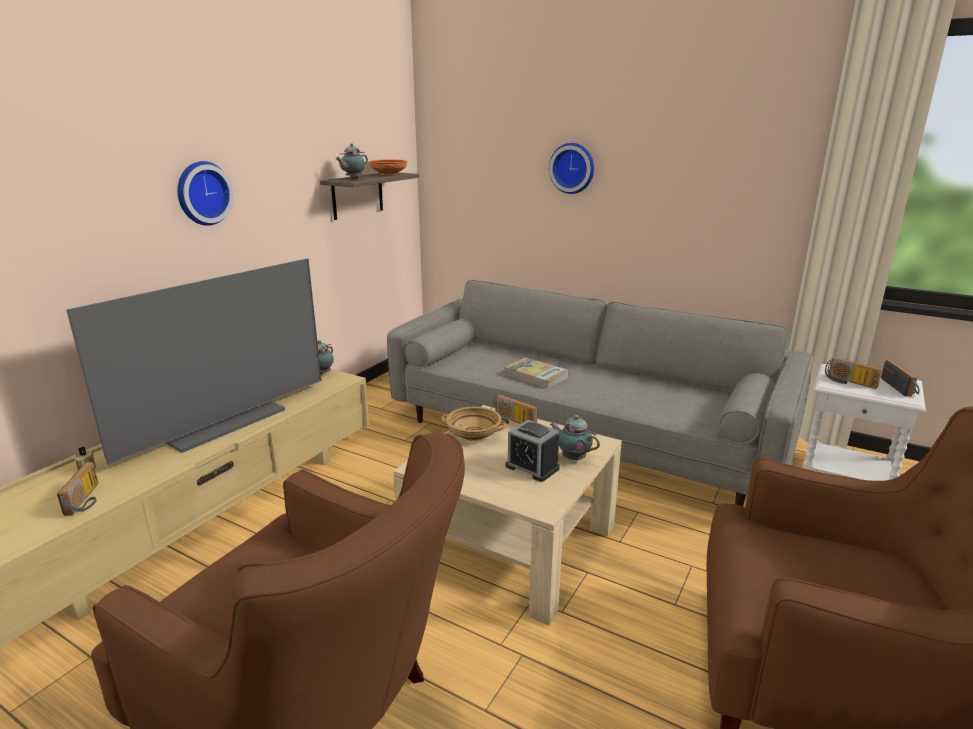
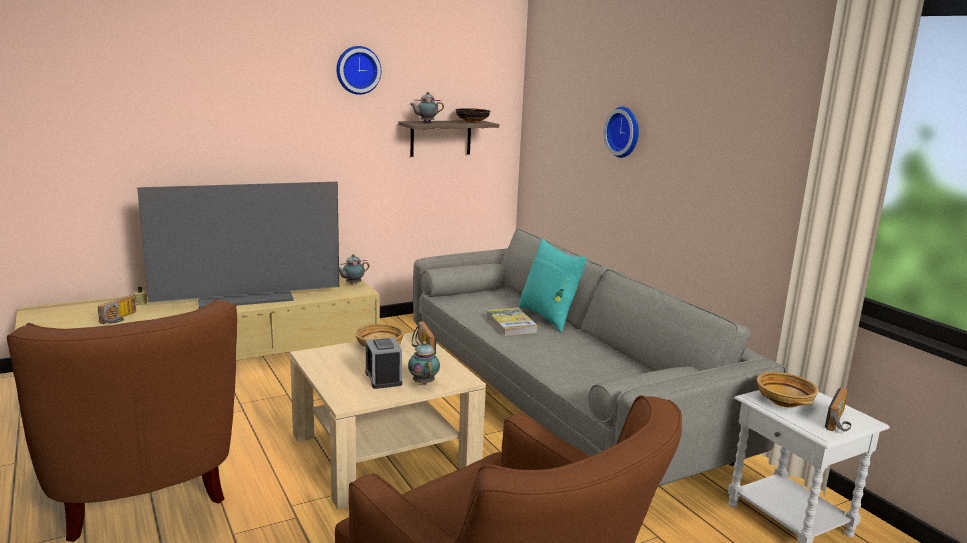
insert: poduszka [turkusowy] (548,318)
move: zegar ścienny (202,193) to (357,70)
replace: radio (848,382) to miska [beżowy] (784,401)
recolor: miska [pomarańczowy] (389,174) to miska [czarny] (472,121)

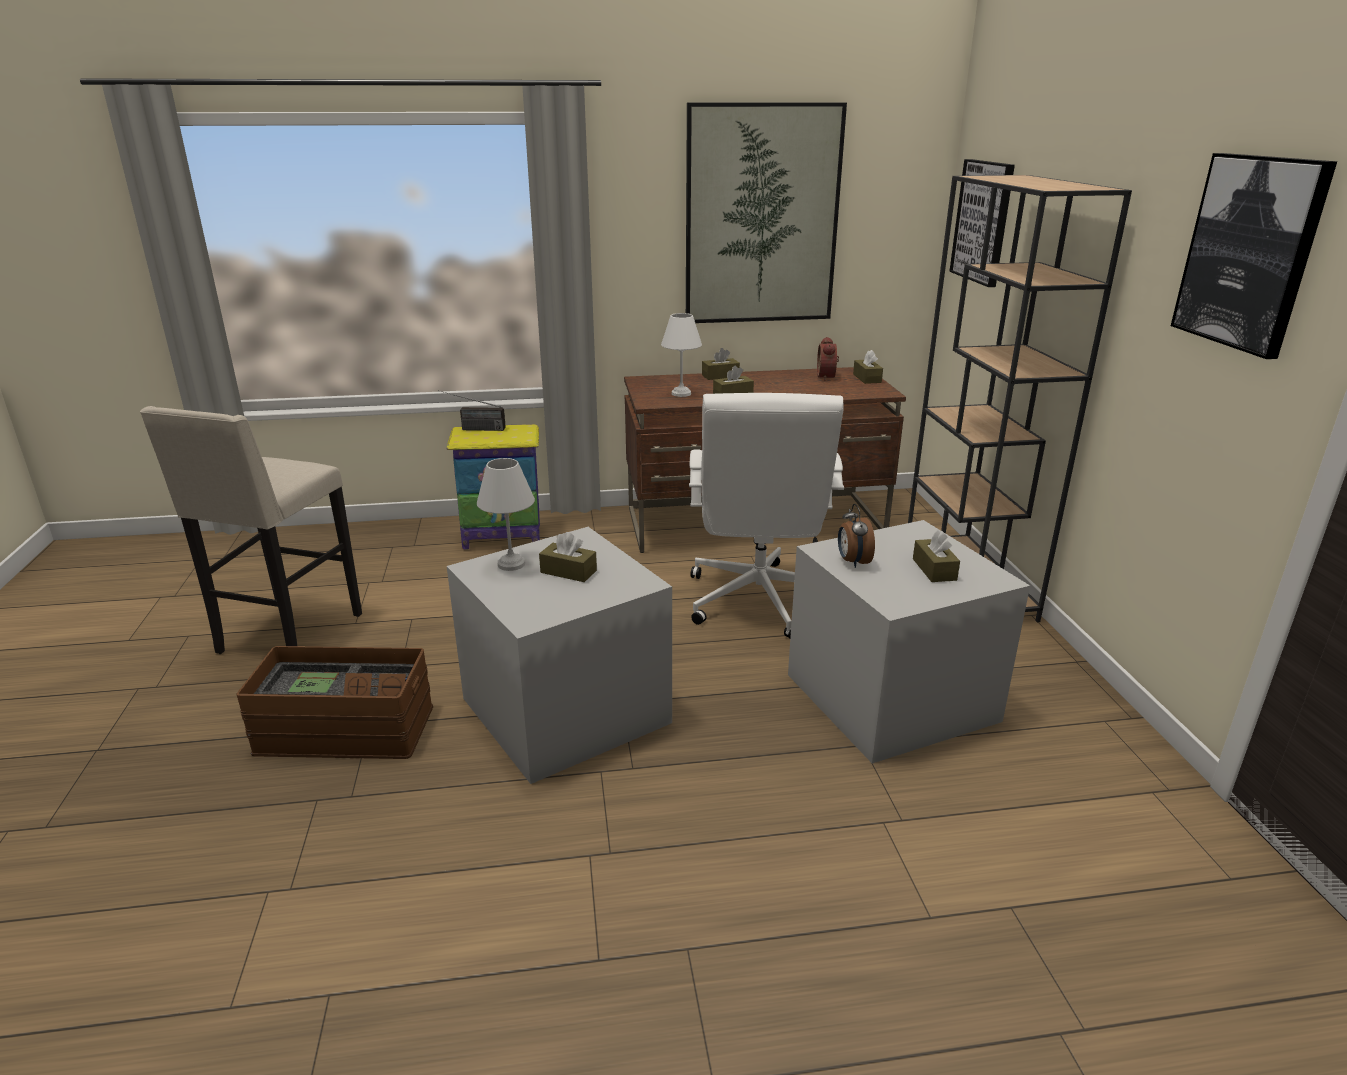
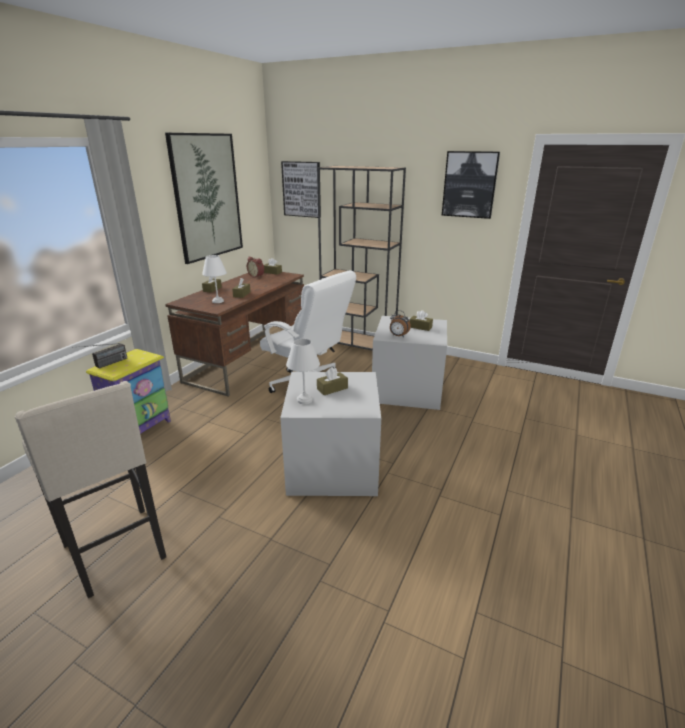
delete: pojemnik do przechowywania [brązowy] (346,728)

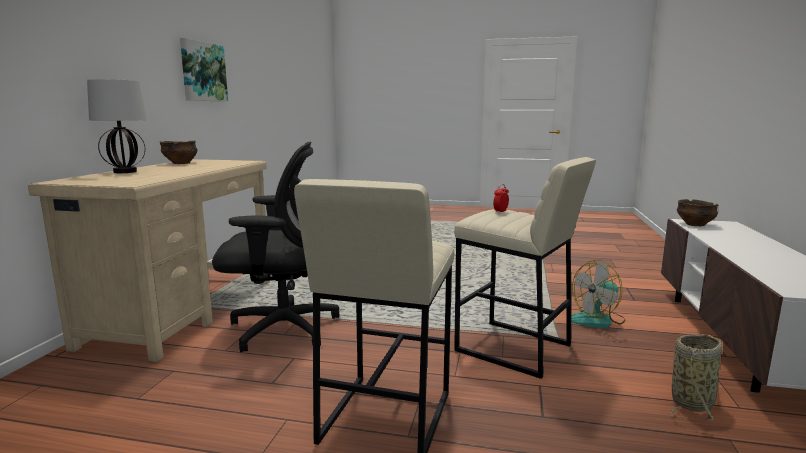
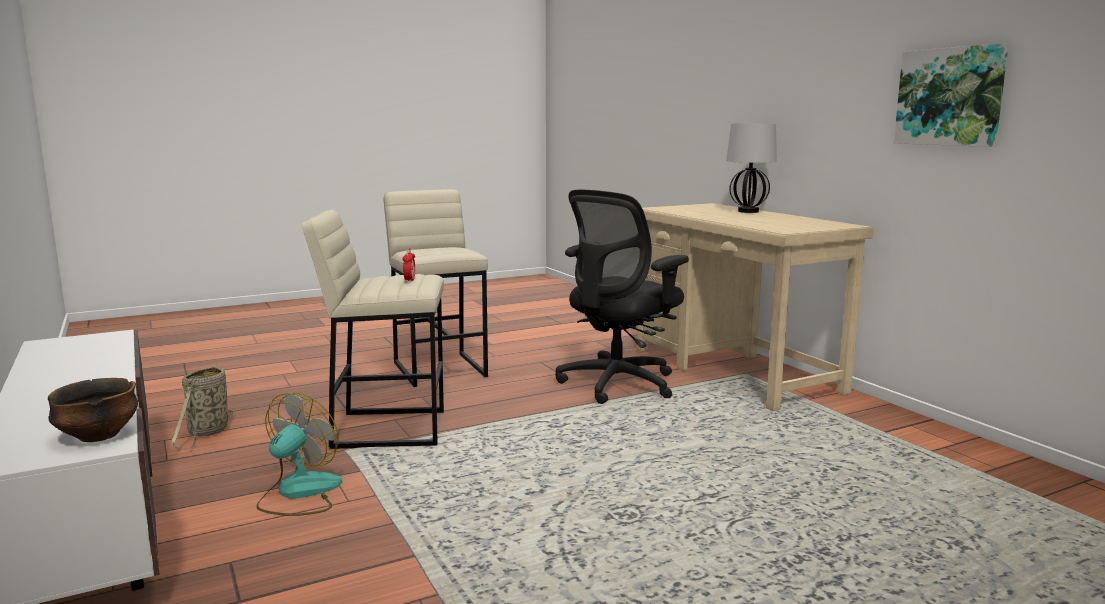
delete: miska (181,163)

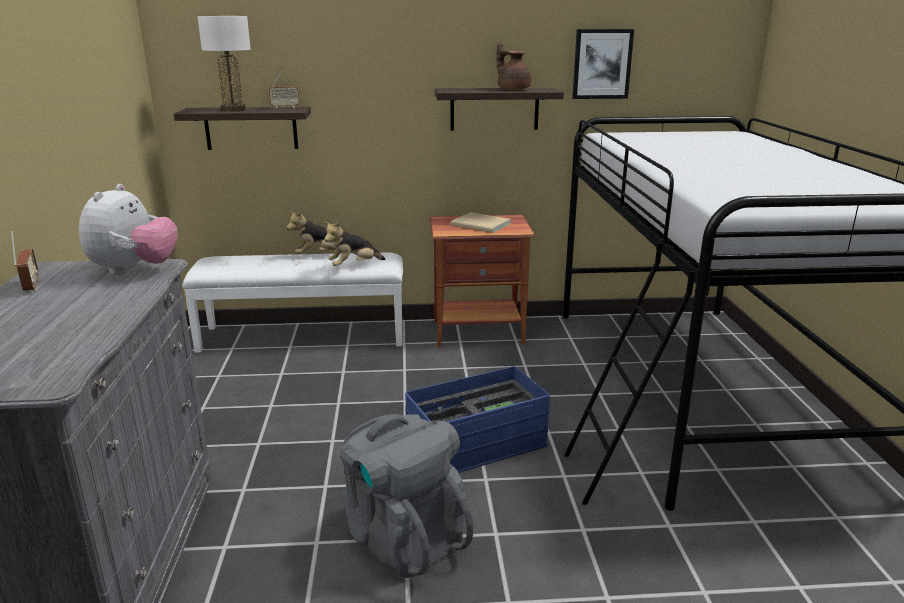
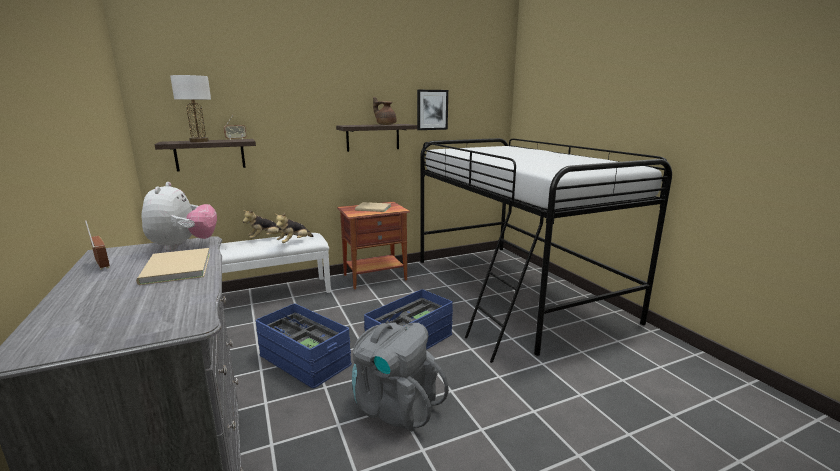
insert: książka [beżowy] (174,269); pojemnik do przechowywania [niebieski] (303,359)

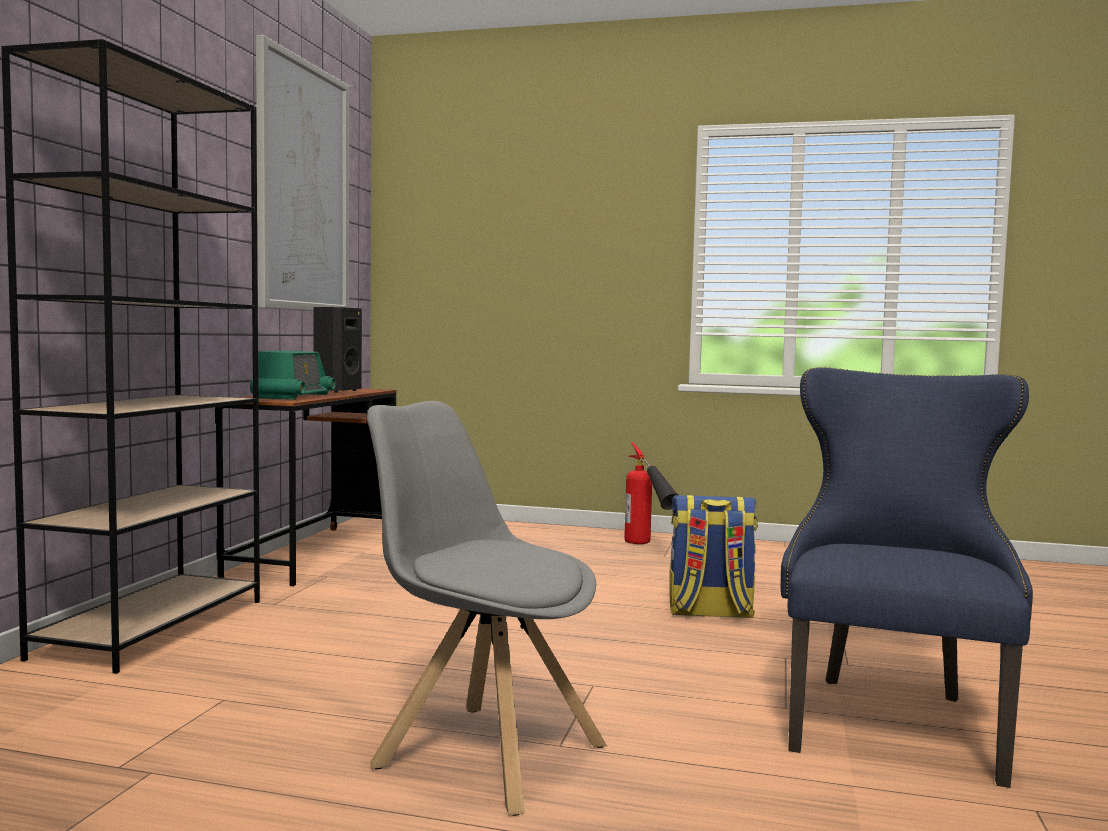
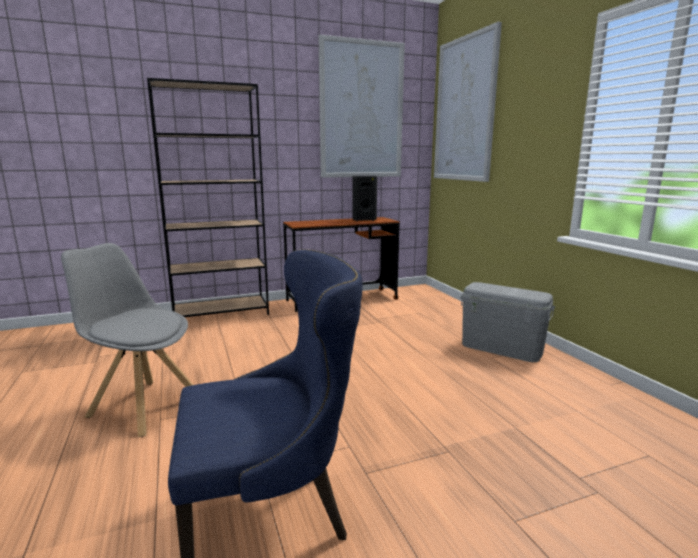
delete: radio (293,396); plecak (709,612)
insert: obraz (465,110)
replace: gaśnica (648,547) to pojemnik do przechowywania [szary] (502,348)
rotate: krzesło [szary] (481,752) = (142,405) 60 degrees counterclockwise

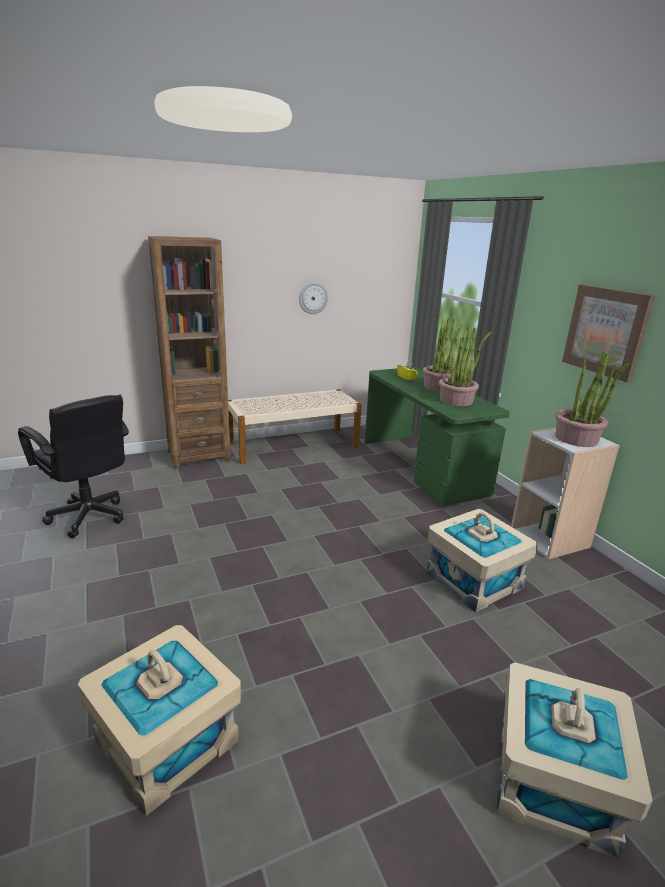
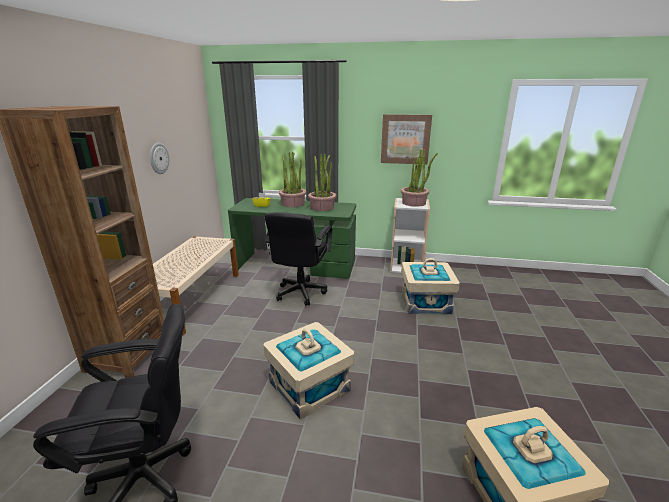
insert: krzesło biurowe [czarny] (300,295)
move: pojemnik do przechowywania [beżowy] (554,783) to (310,386)

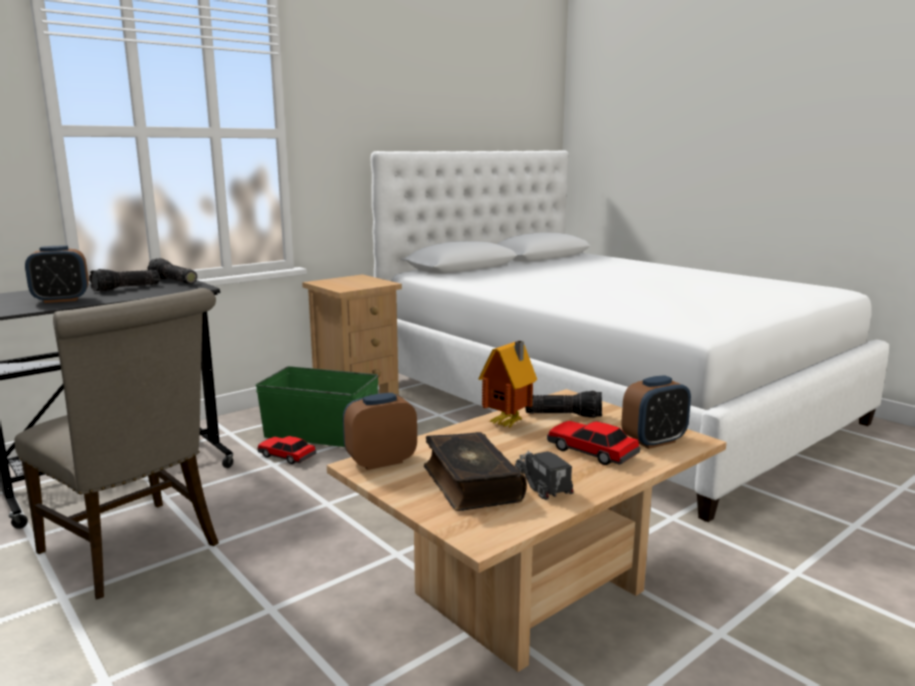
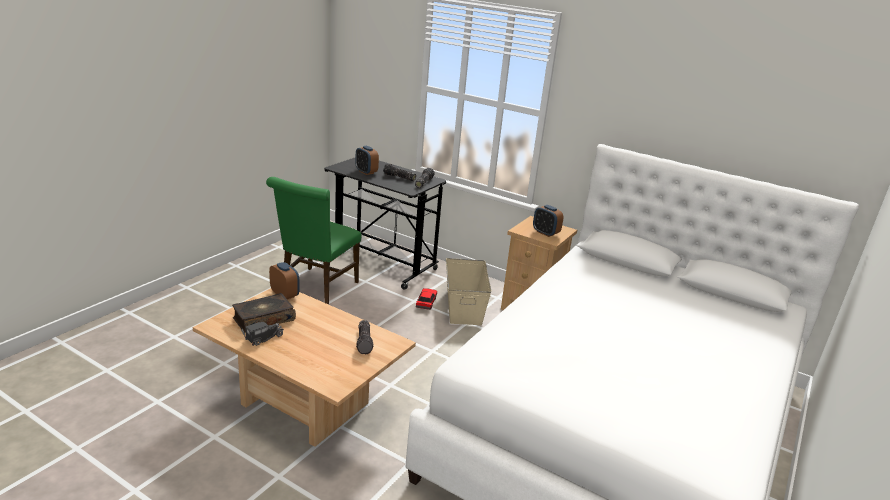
delete: domek (509,424); samochodzik (590,451)
move: budzik (654,441) to (545,233)
recolor: krzesło [beżowy] (136,550) to krzesło [zielony] (316,288); pojemnik do przechowywania [zielony] (321,433) to pojemnik do przechowywania [beżowy] (464,306)

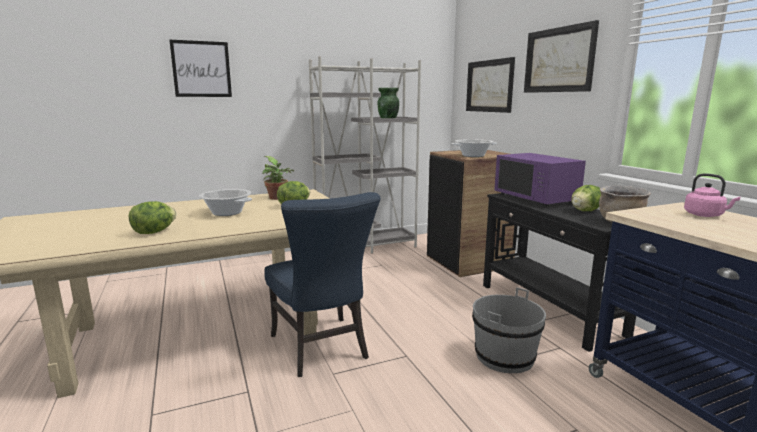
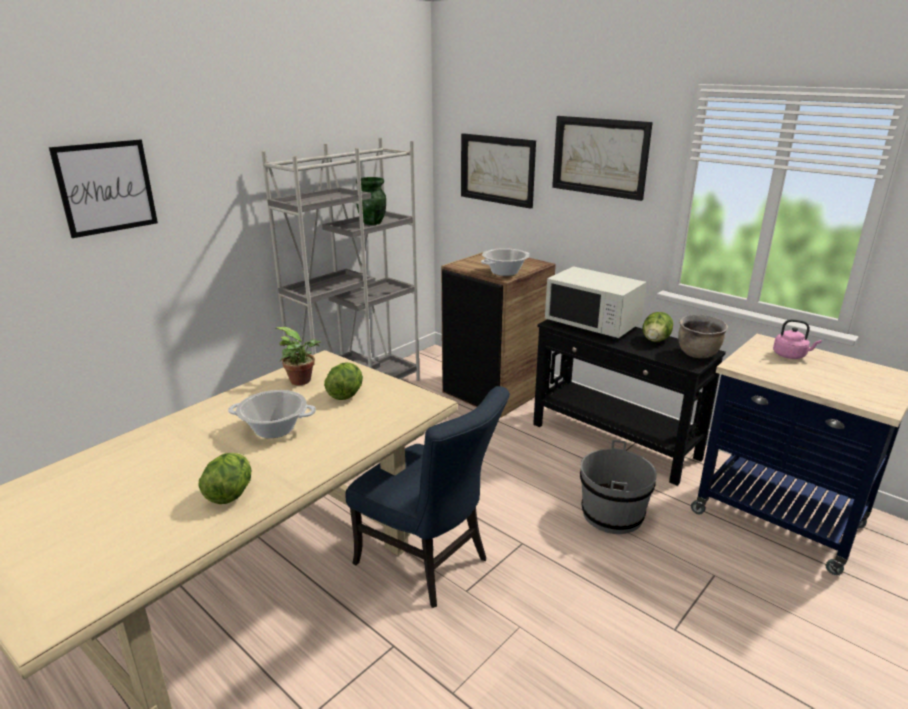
recolor: mikrofalówka [fioletowy] (535,198) to mikrofalówka [biały] (592,324)

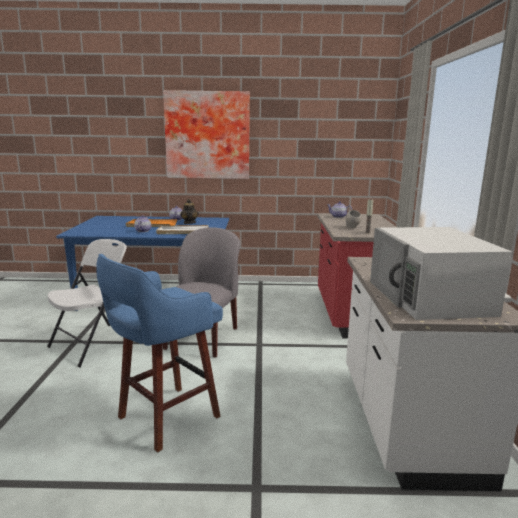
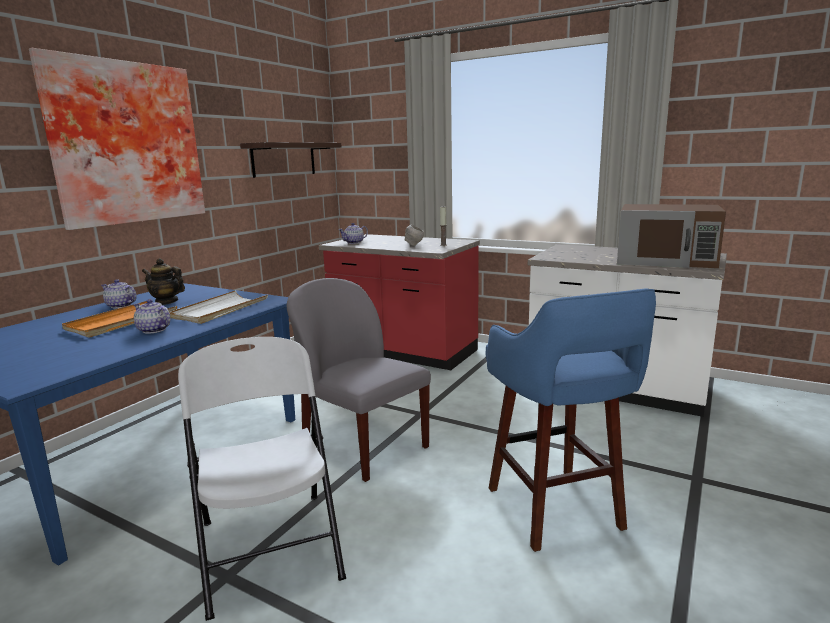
insert: półka (284,159)
recolor: mikrofalówka [biały] (429,297) to mikrofalówka [brązowy] (666,259)

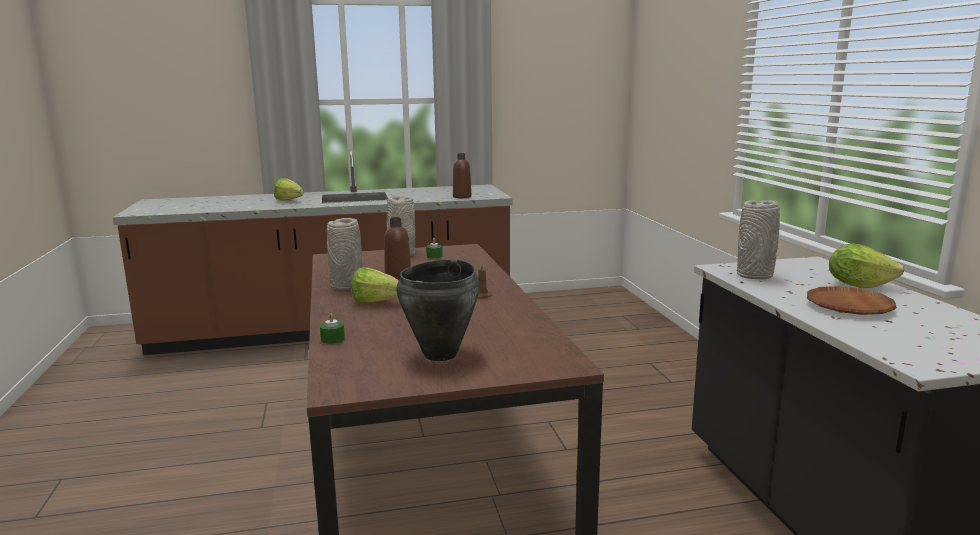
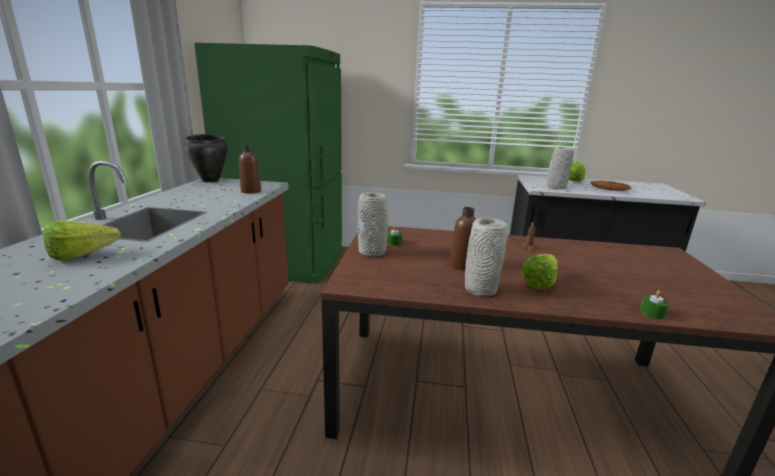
insert: lodówka [zielony] (288,260)
move: garnek [czarny] (441,354) to (211,180)

